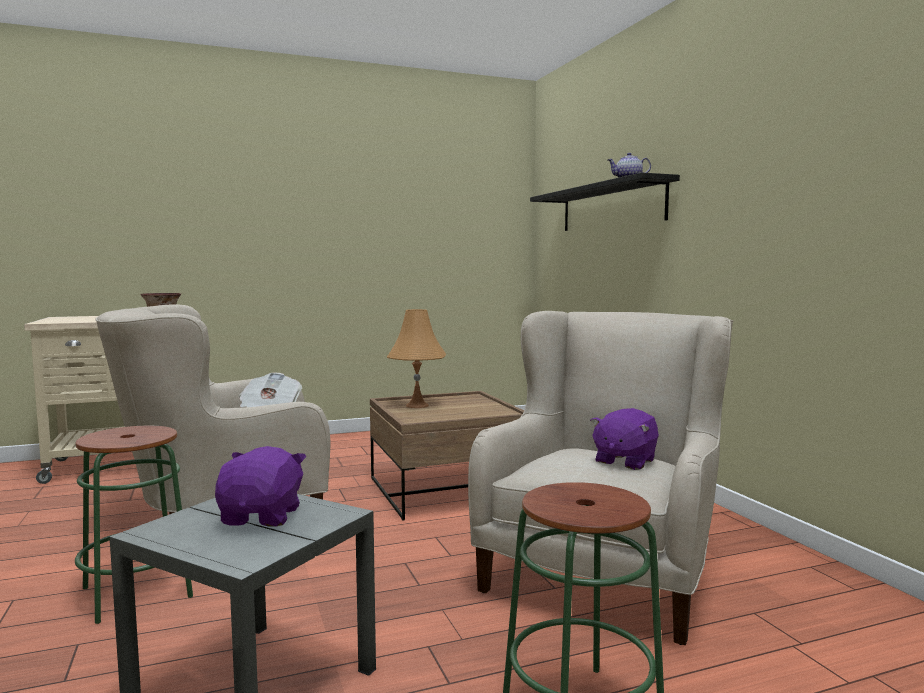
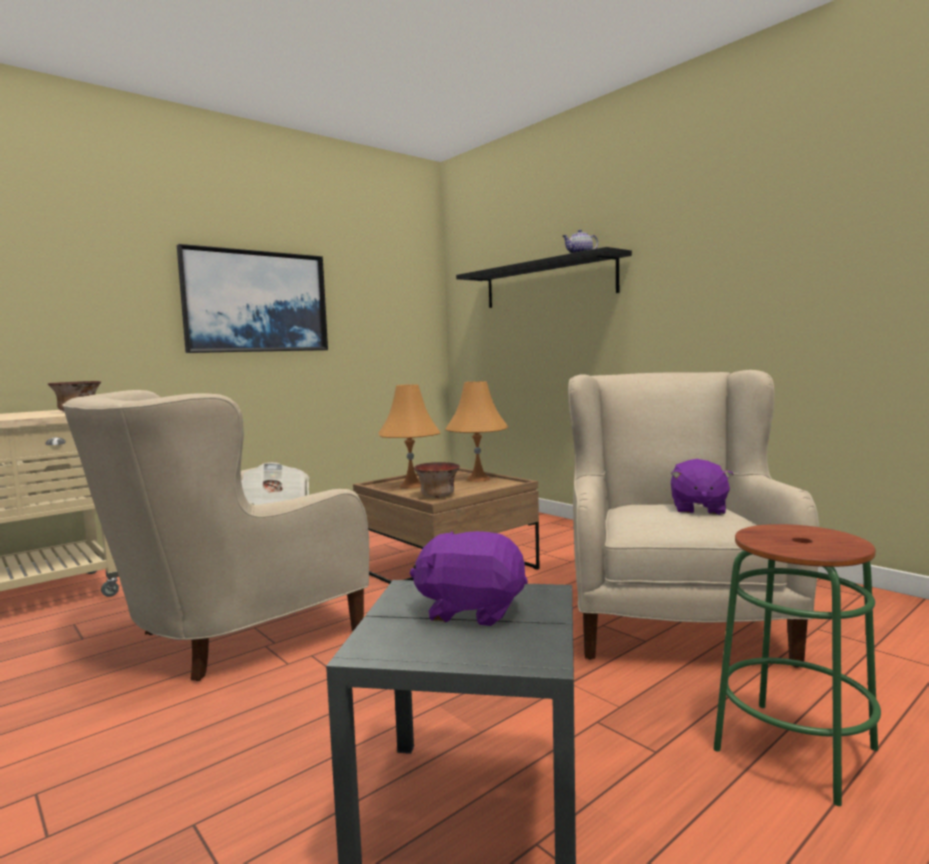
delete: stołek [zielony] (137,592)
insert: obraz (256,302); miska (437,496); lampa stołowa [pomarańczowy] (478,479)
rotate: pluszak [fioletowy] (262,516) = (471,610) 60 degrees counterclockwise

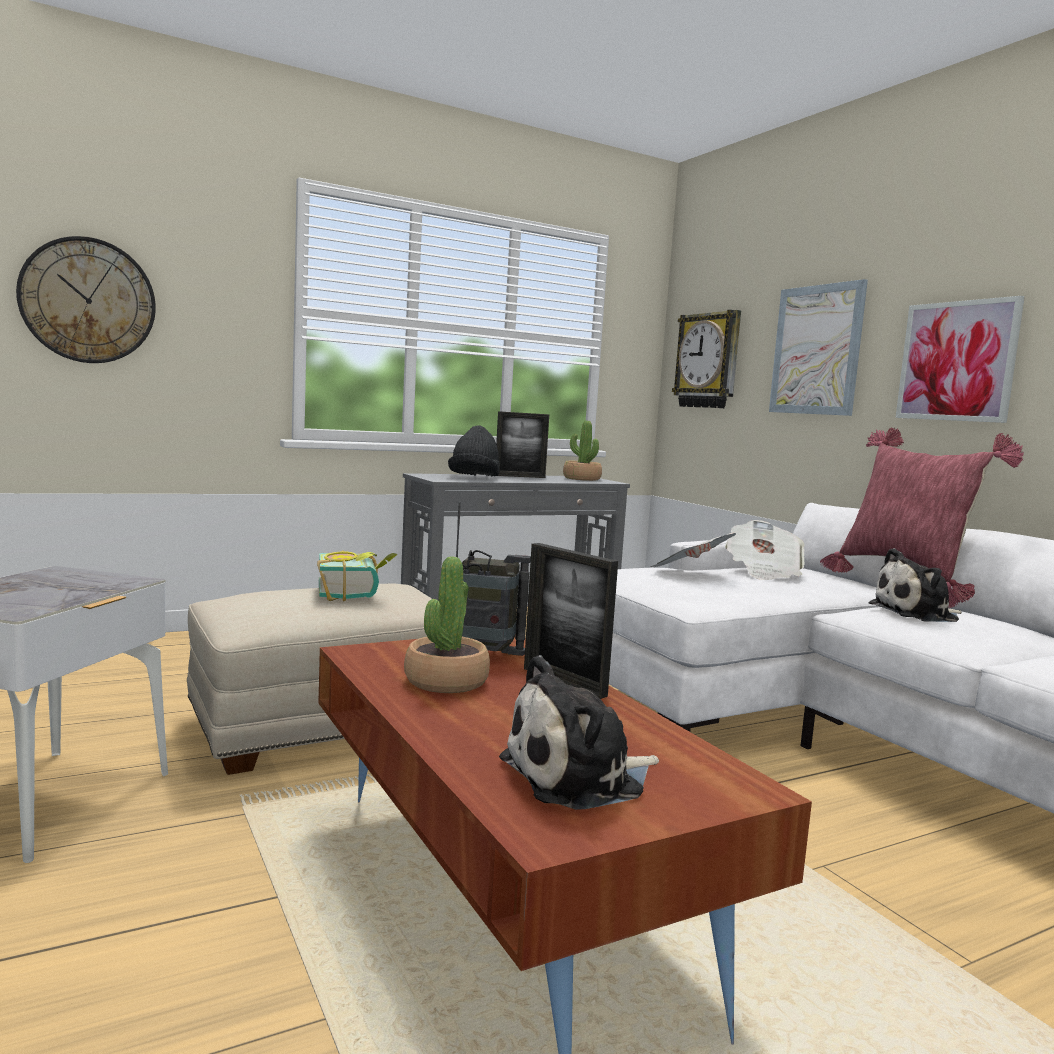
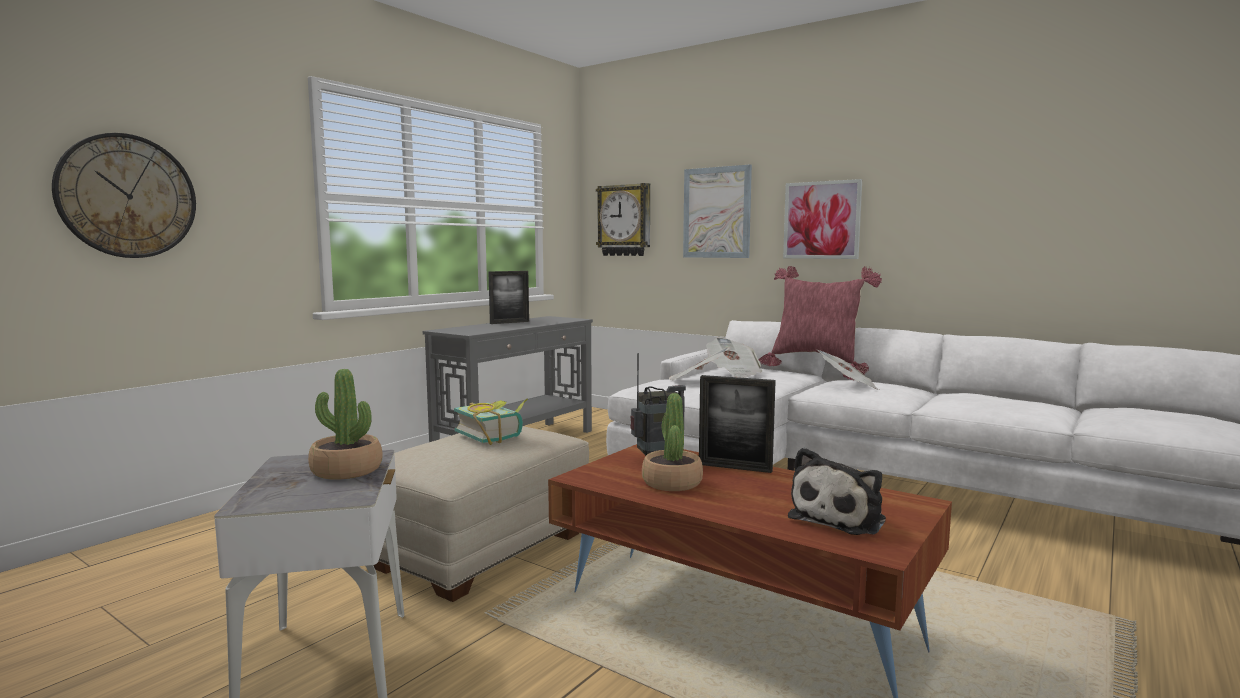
delete: kapelusz [czarny] (474,478)
move: roślina doniczkowa (581,479) to (346,470)
replace: pluszak (918,614) to gazeta (848,386)

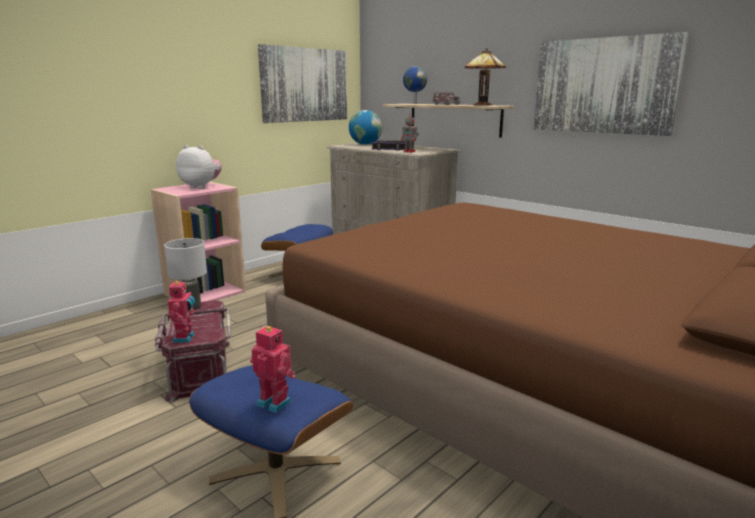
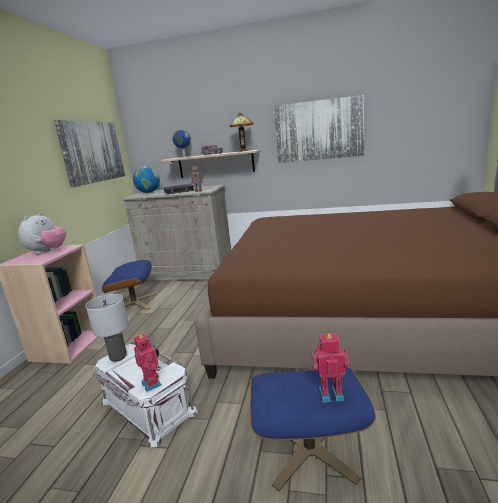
recolor: pojemnik do przechowywania [czerwony] (198,369) to pojemnik do przechowywania [biały] (146,407)
rotate: pluszak (201,187) = (47,252) 120 degrees clockwise

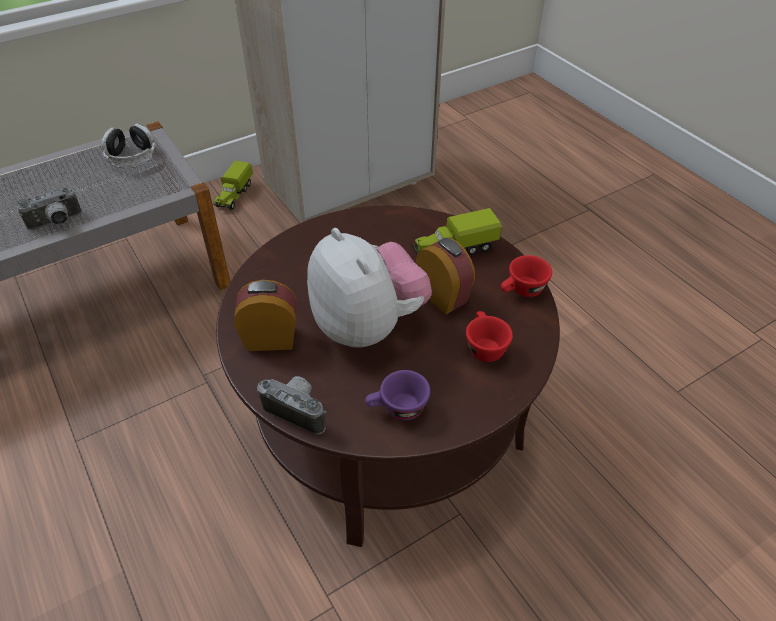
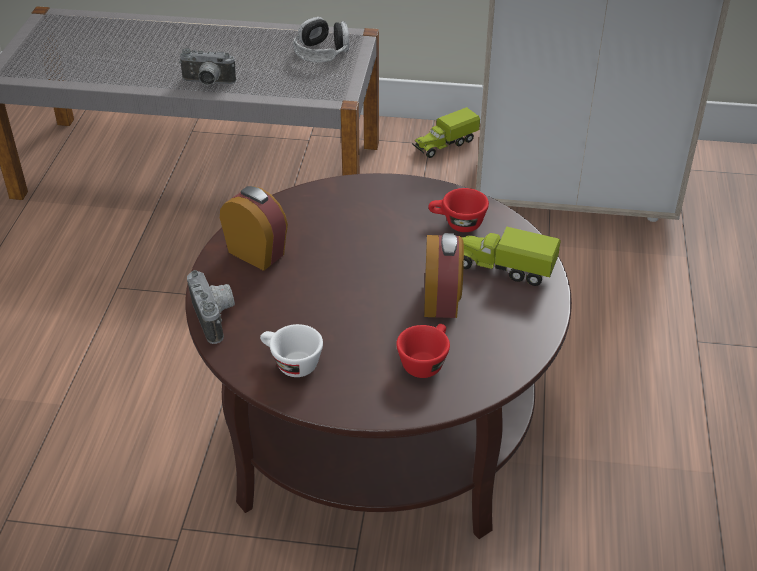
delete: pluszak (368,325)
move: filiżanka [czerwony] (522,291) to (457,224)
recolor: filiżanka [fioletowy] (397,409) to filiżanka [biały] (290,363)

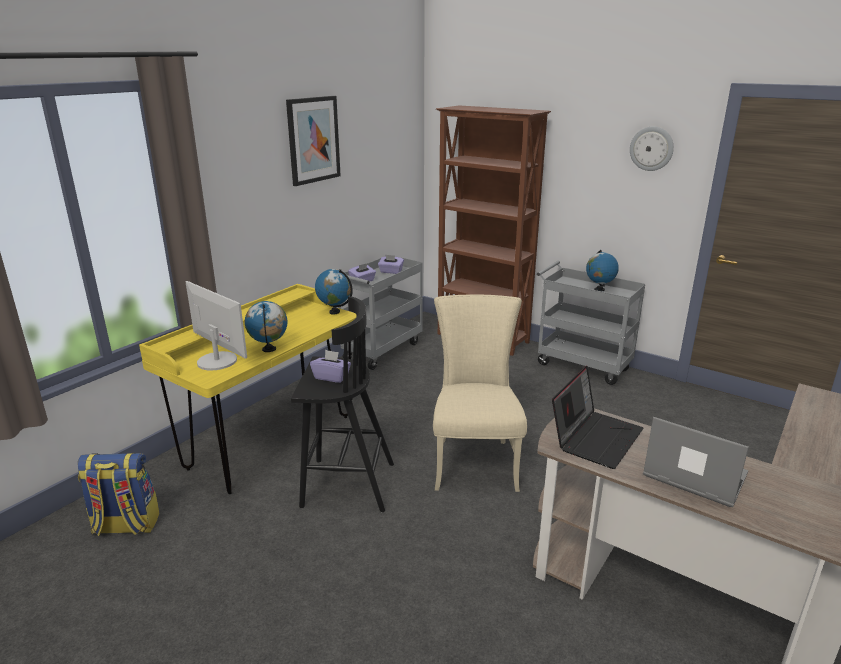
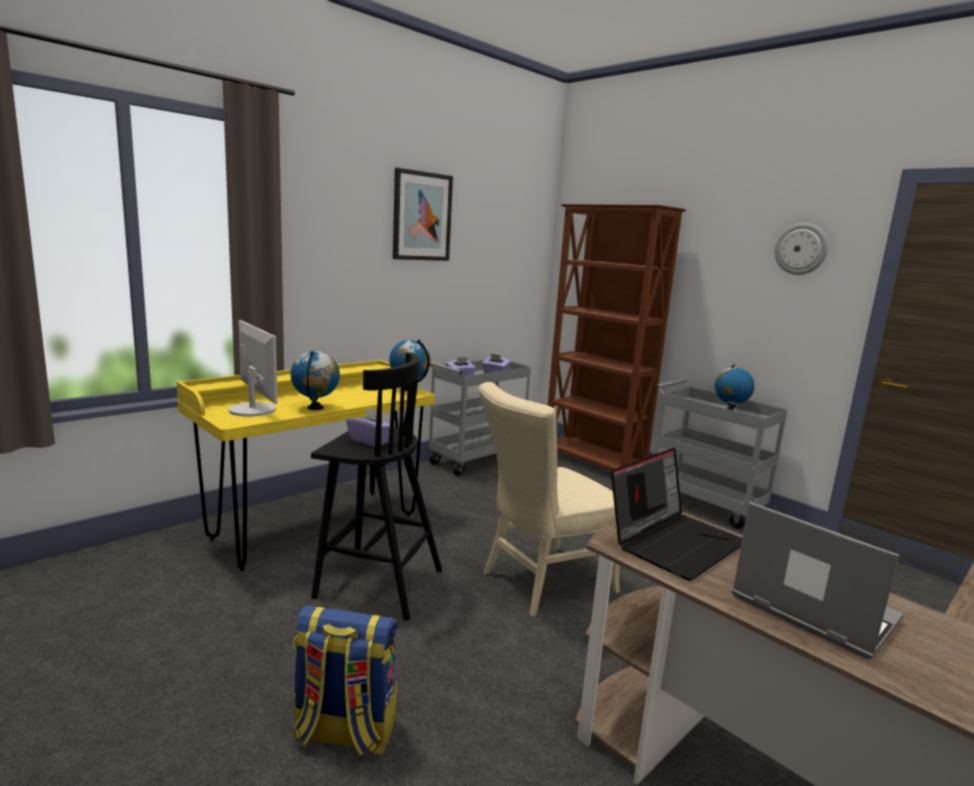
move: plecak (125,526) to (344,732)
rotate: krzesło [beżowy] (474,460) = (541,582) 135 degrees counterclockwise

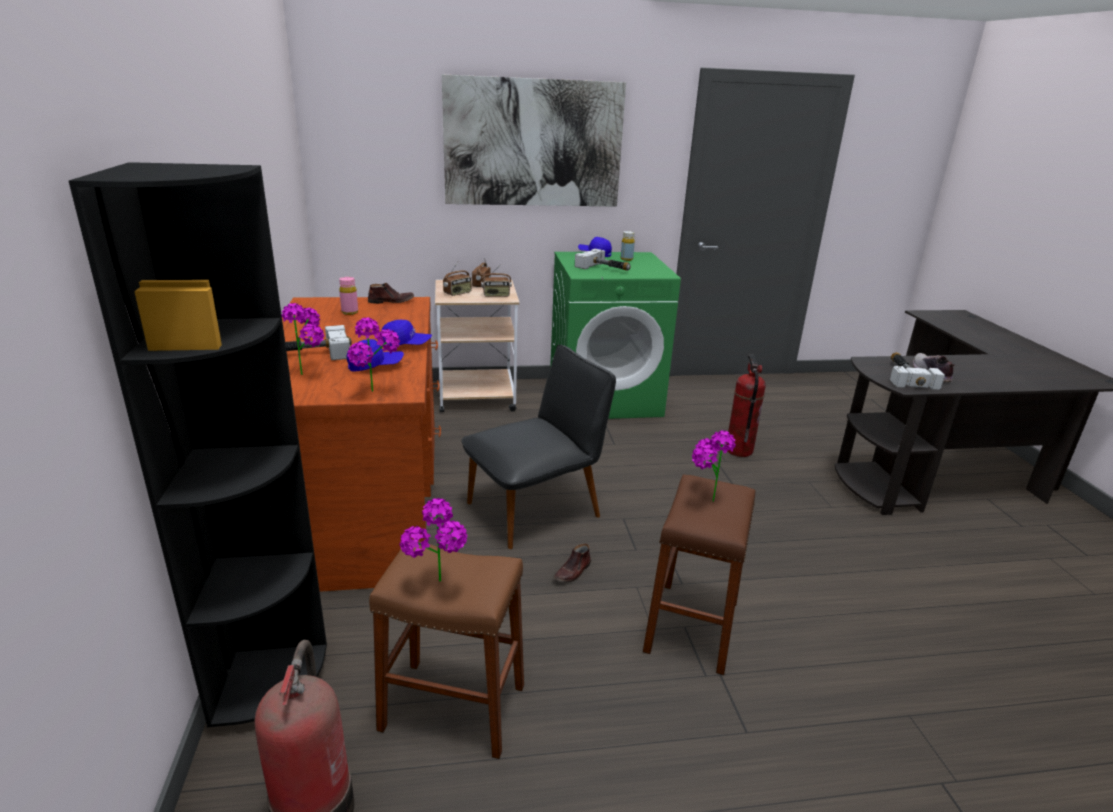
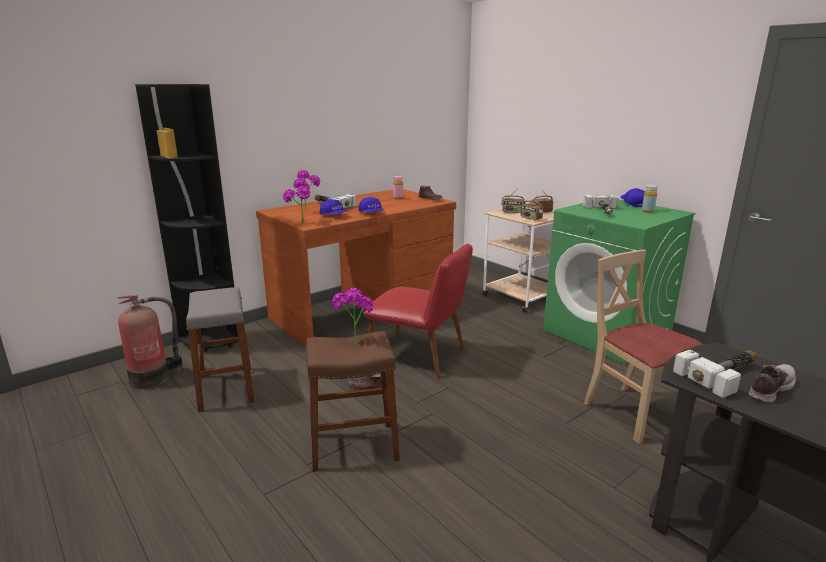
delete: roślina doniczkowa (438,589); obraz (533,143)
replace: gaśnica (739,450) to krzesło [beżowy] (633,412)
recolor: stołek [brązowy] (453,707) to stołek [szary] (226,388); krzesło [czarny] (533,509) to krzesło [czerwony] (417,355)

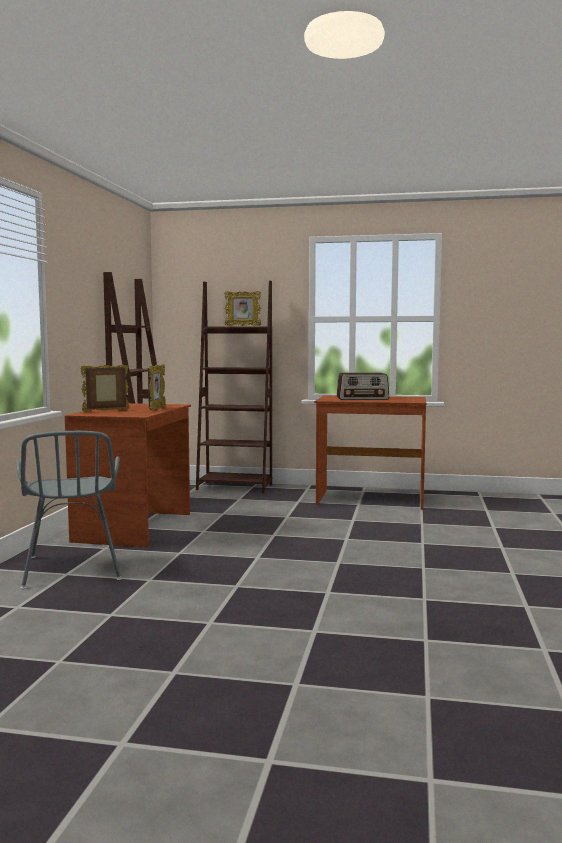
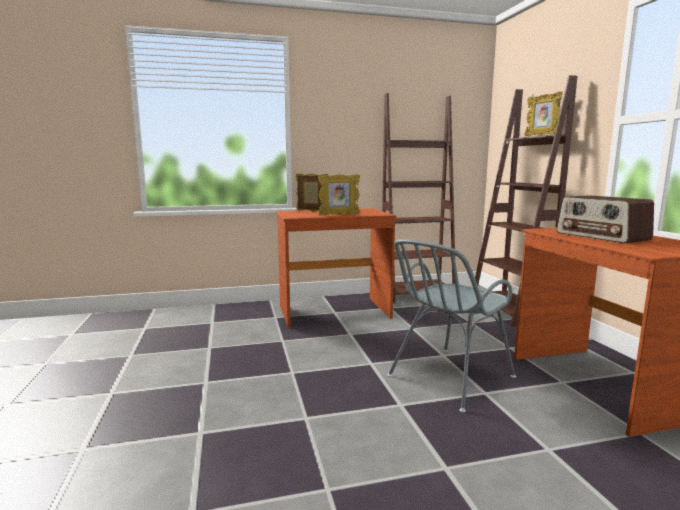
move: krzesło [szary] (72,569) to (448,378)

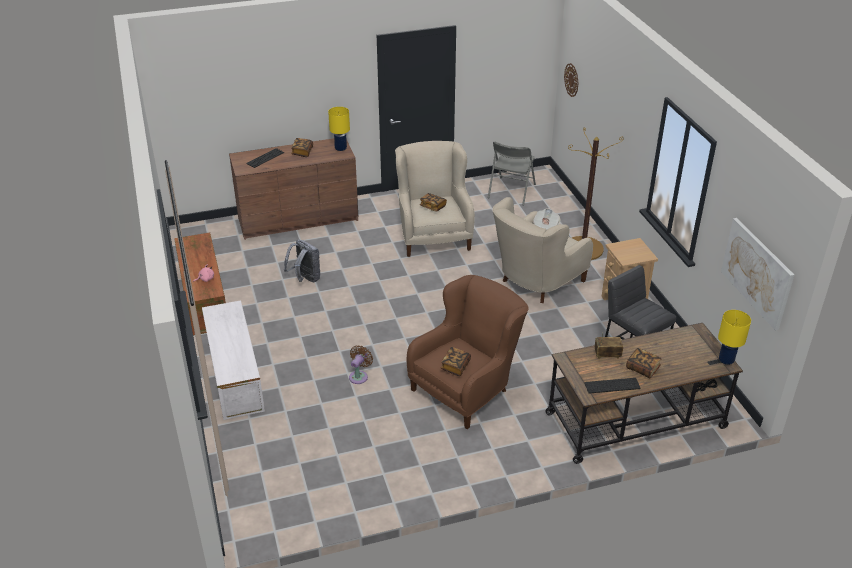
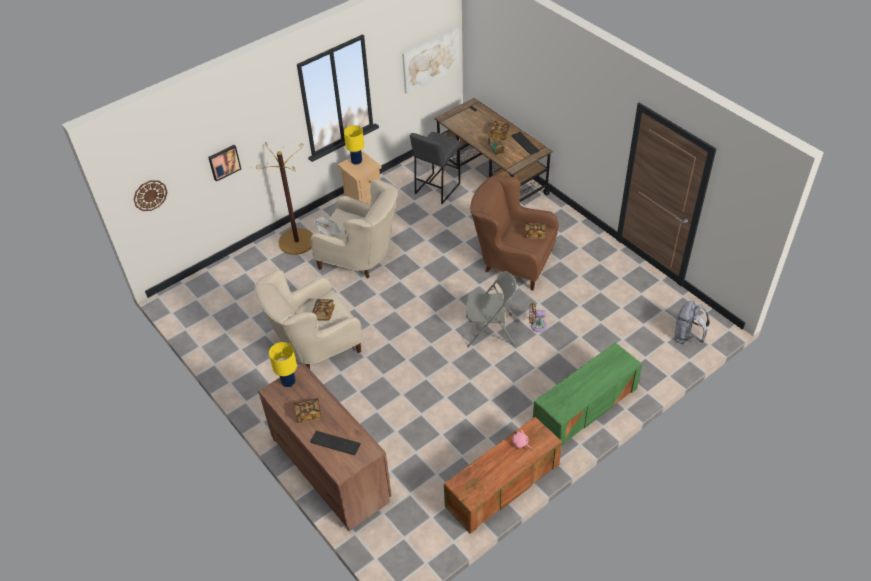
insert: obraz (224,162)
move: lampa stołowa [żółty] (726,361) to (357,162); krzesło [szary] (511,191) to (490,331); plecak [szary] (305,279) to (687,337)
recolor: ławka [biały] (233,374) to ławka [zielony] (585,407)

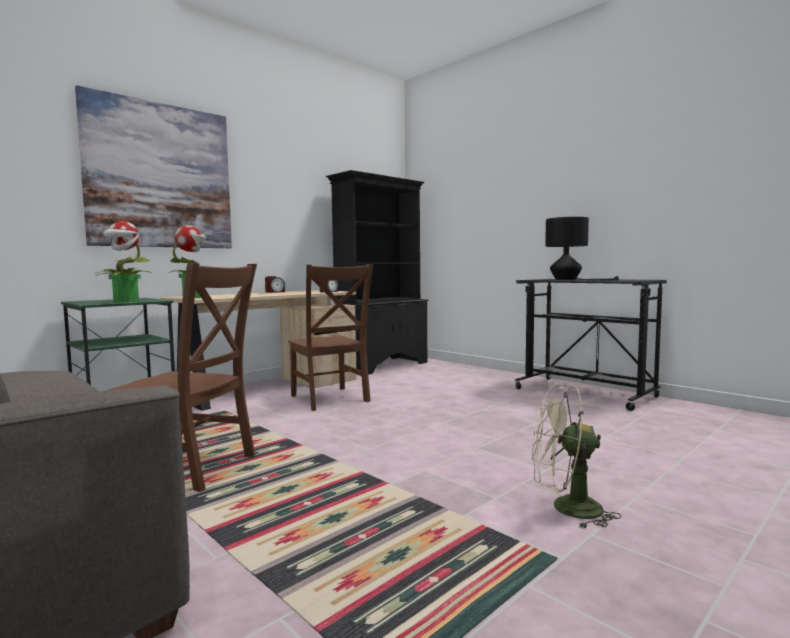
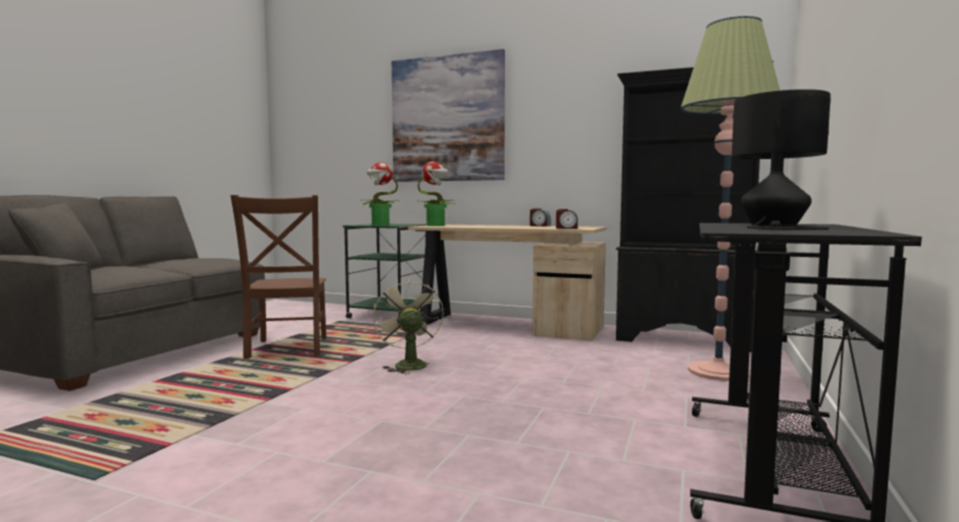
delete: krzesło [brązowy] (330,399)
insert: lampa stojąca (718,372)
move: wentylator [beżowy] (566,509) to (408,364)

